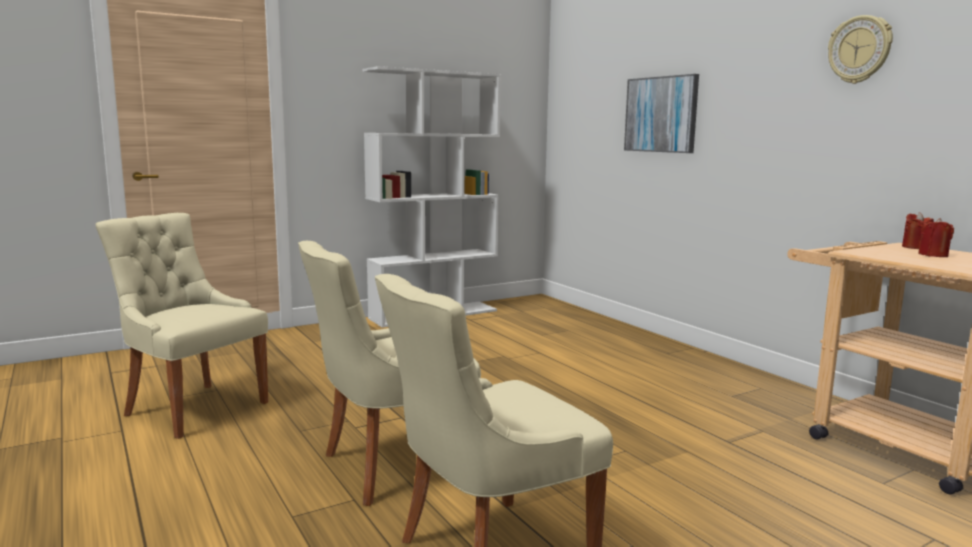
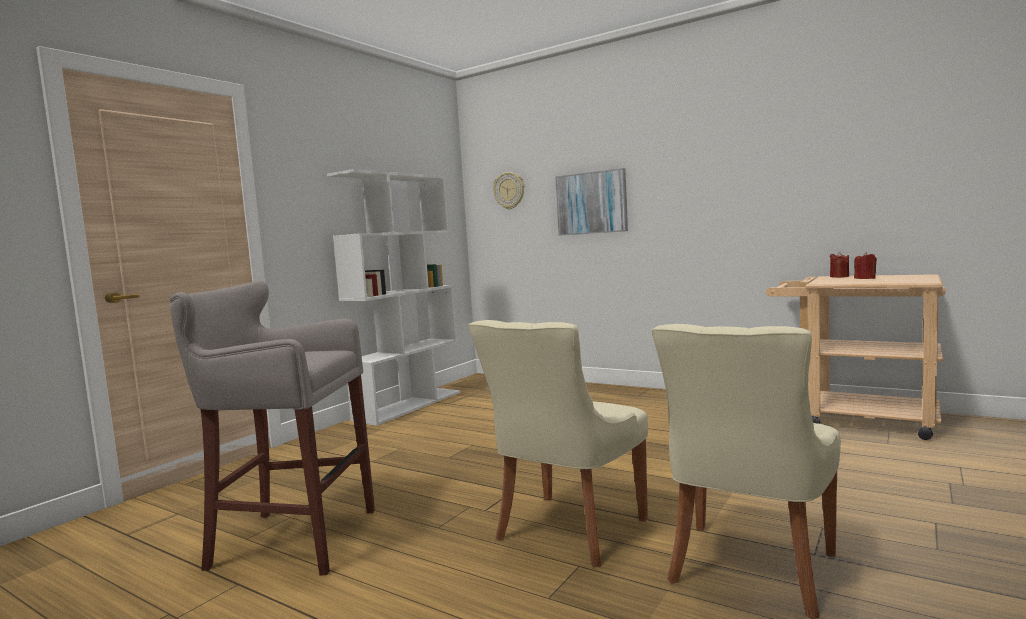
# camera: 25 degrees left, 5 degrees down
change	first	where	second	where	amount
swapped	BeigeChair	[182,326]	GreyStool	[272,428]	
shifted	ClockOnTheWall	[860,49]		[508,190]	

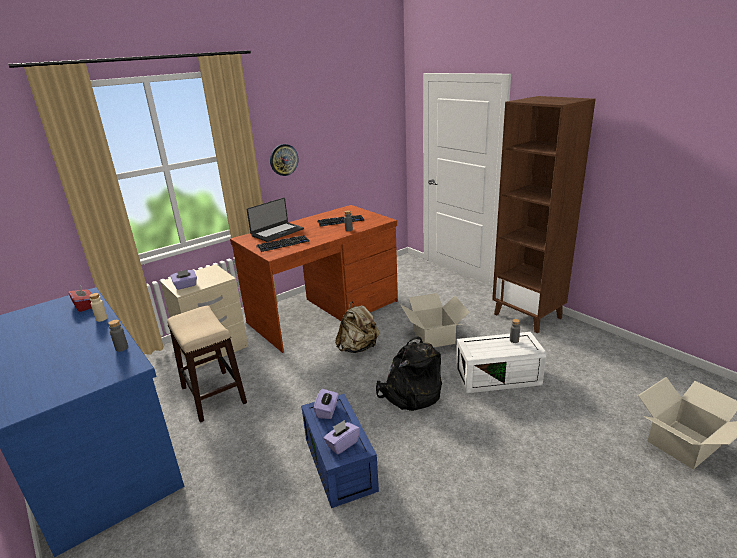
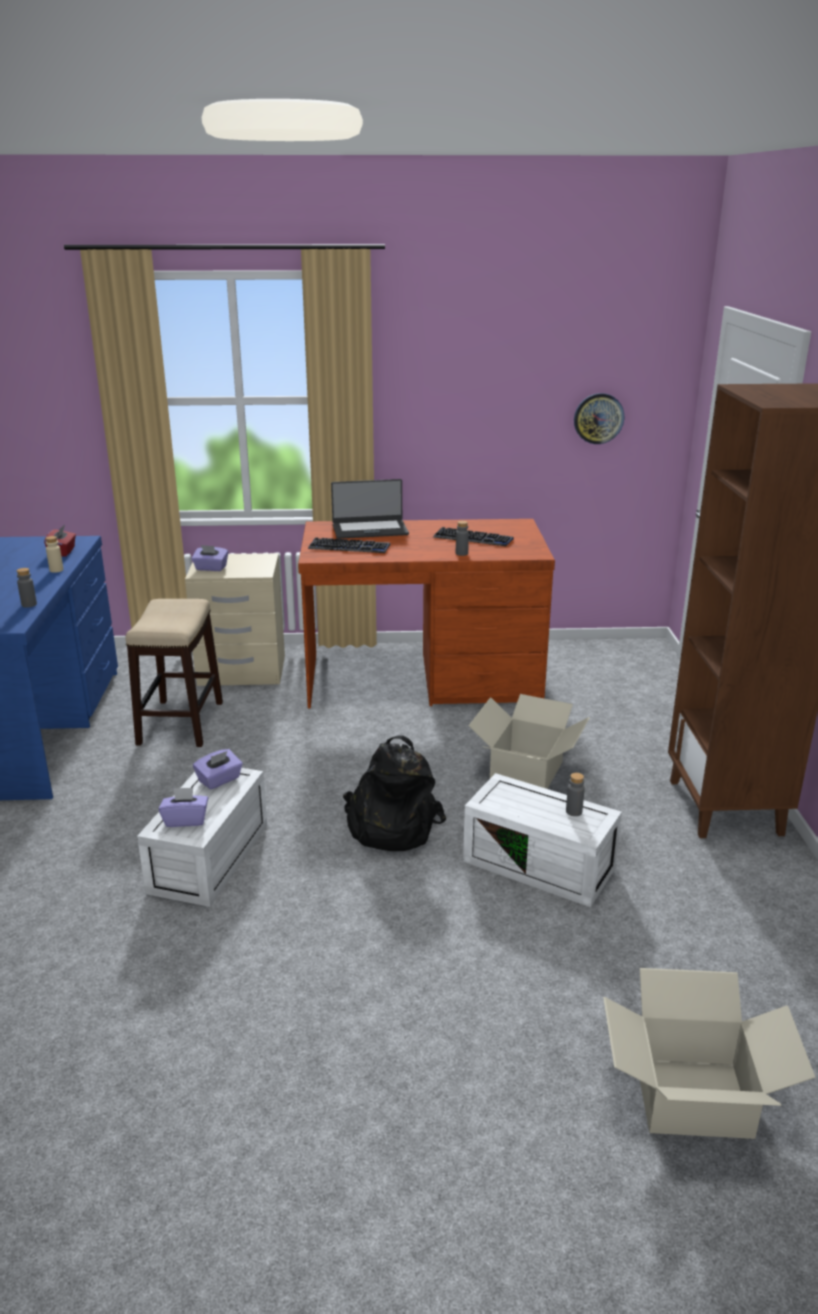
# camera: 35 degrees right, 0 degrees up
change	first	where	second	where	amount
shifted	ClockOnTheWall	[284,160]		[599,418]	
repainted	BluishStorageBin	[340,451]	WhiteStorageBin	[202,837]	
gone	BeigeRucksack	[357,327]			

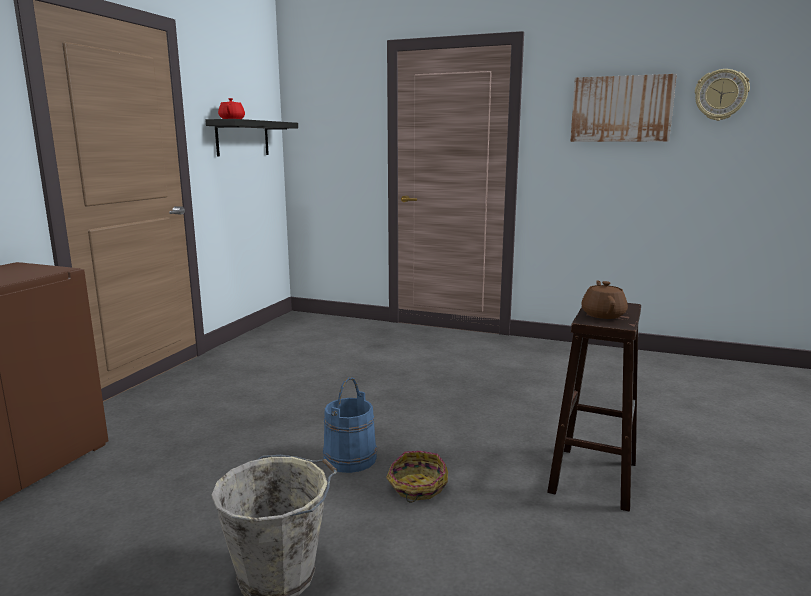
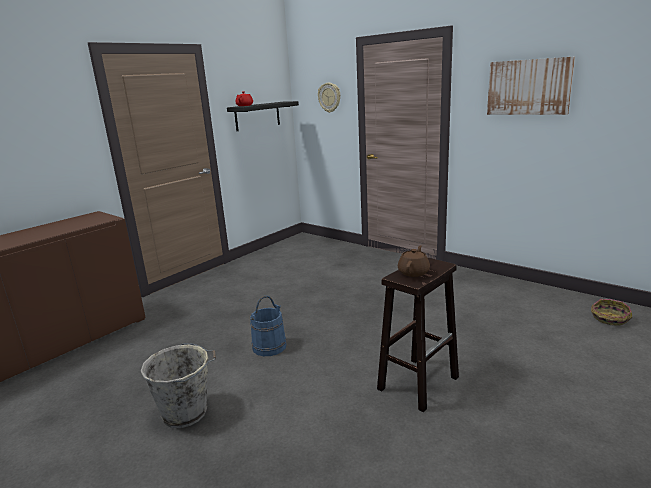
# camera: 20 degrees right, 5 degrees up
change	first	where	second	where	amount
shifted	StorageBasket	[417,476]		[611,312]	
shifted	ClockOnTheWall	[722,95]		[329,98]	

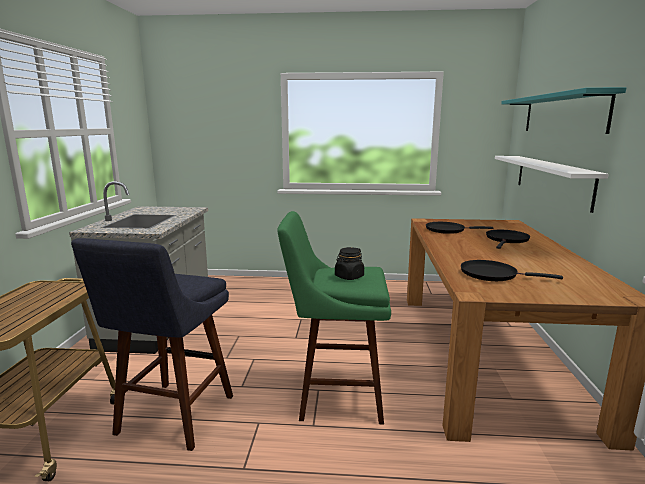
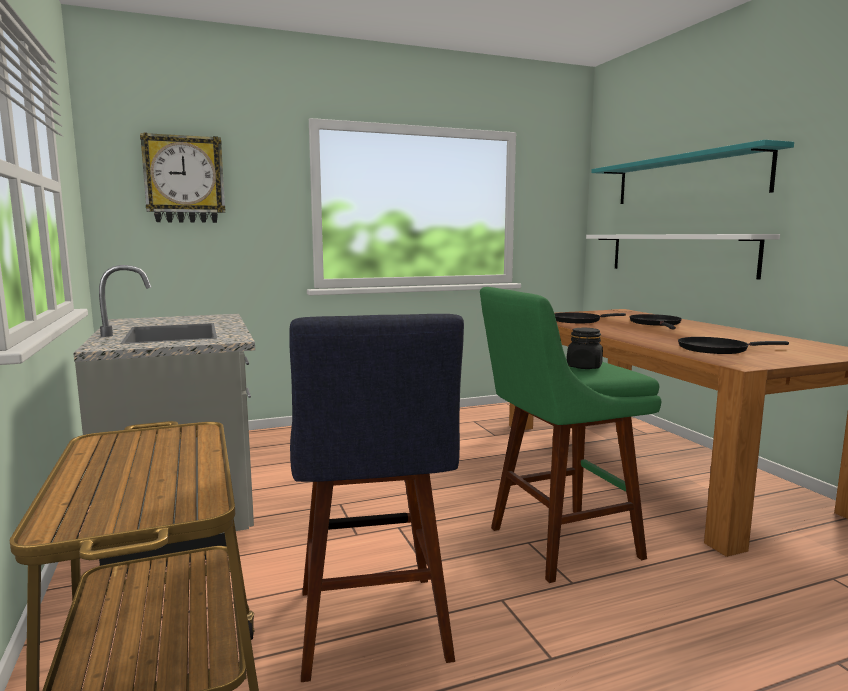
# camera: 25 degrees left, 5 degrees down
change	first	where	second	where	amount
new			ClockOnTheWall	[182,177]	

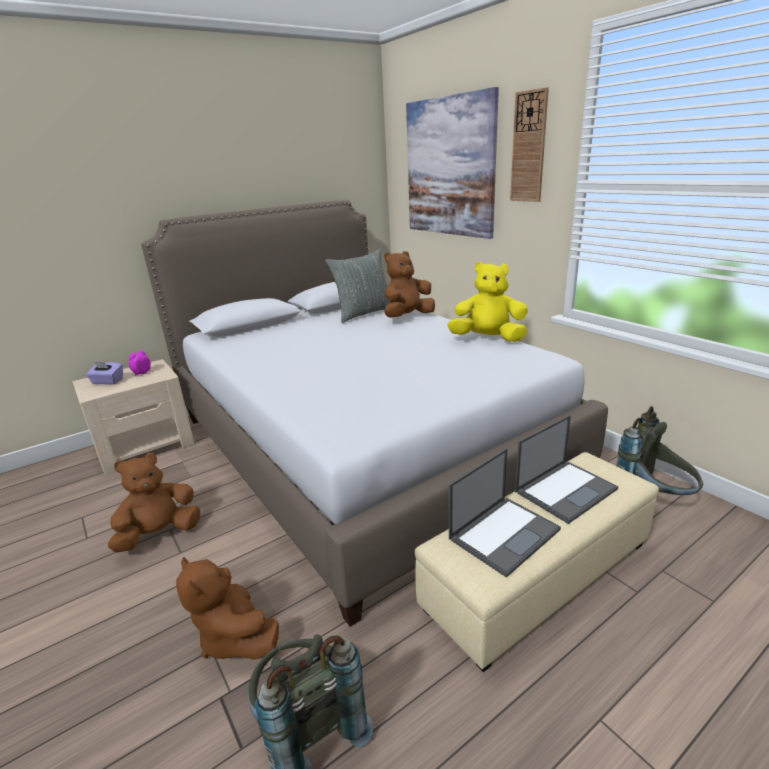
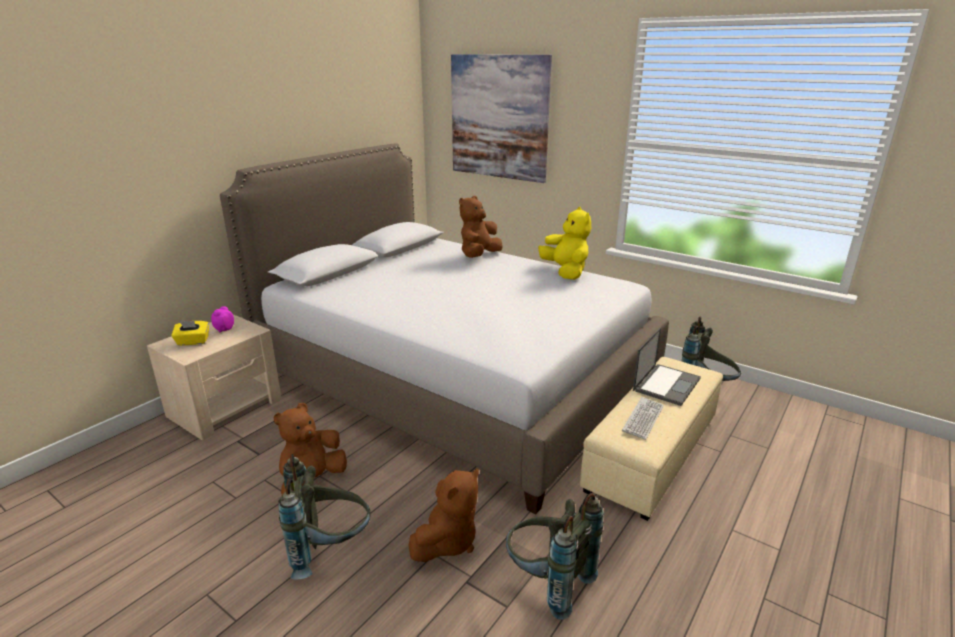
# camera: 20 degrees left, 0 degrees up
change	first	where	second	where	amount
repainted	PurpleColouredTissueHolder	[104,373]	YellowTissueHolder	[190,333]	
rotated	BrownPlushToy	[227,608]		[443,515]	90 degrees counterclockwise
gone	GreyCushion	[357,286]			
rotated	YellowPlushToy	[487,302]		[564,243]	75 degrees clockwise
swapped	PortableComputer	[505,513]	Keyboard	[643,418]	
gone	ClockOnTheWall	[529,144]			
new			GreyRucksack	[324,517]	

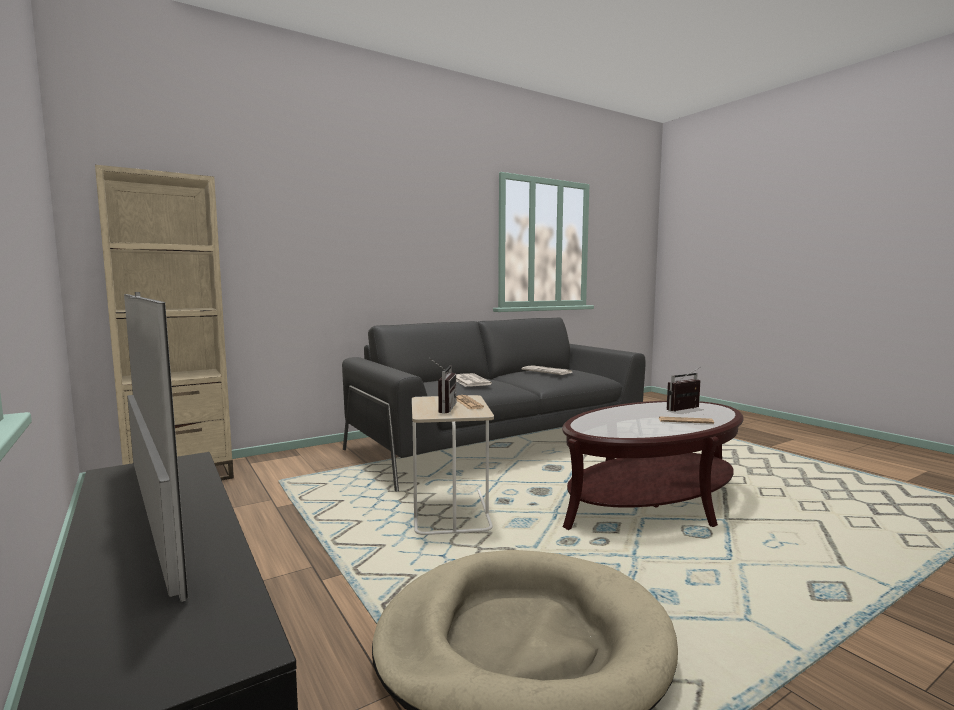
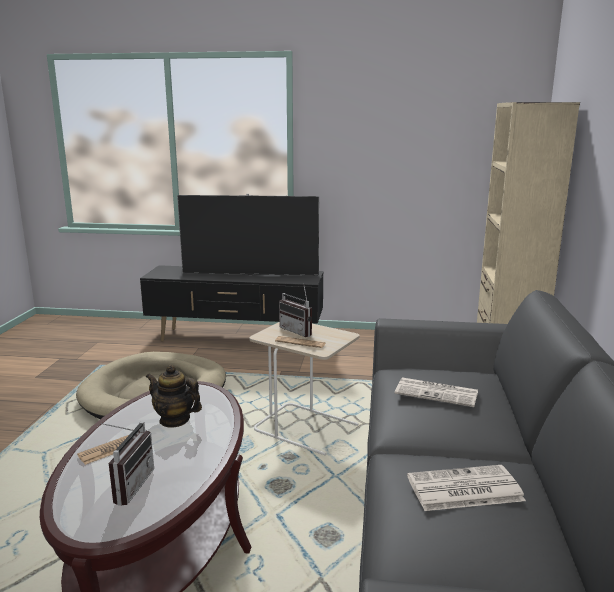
# camera: 130 degrees right, 10 degrees up
change	first	where	second	where	amount
new			TeaPot	[174,396]	

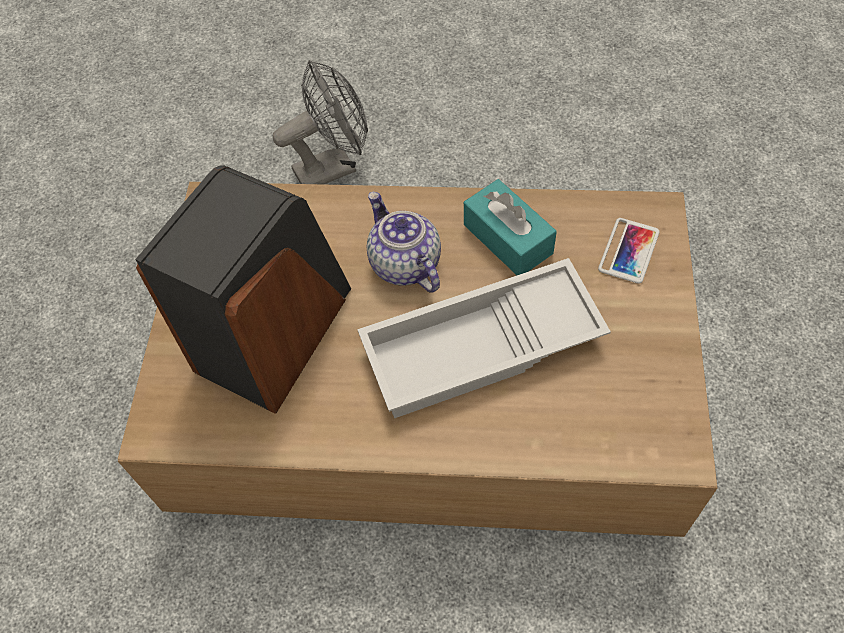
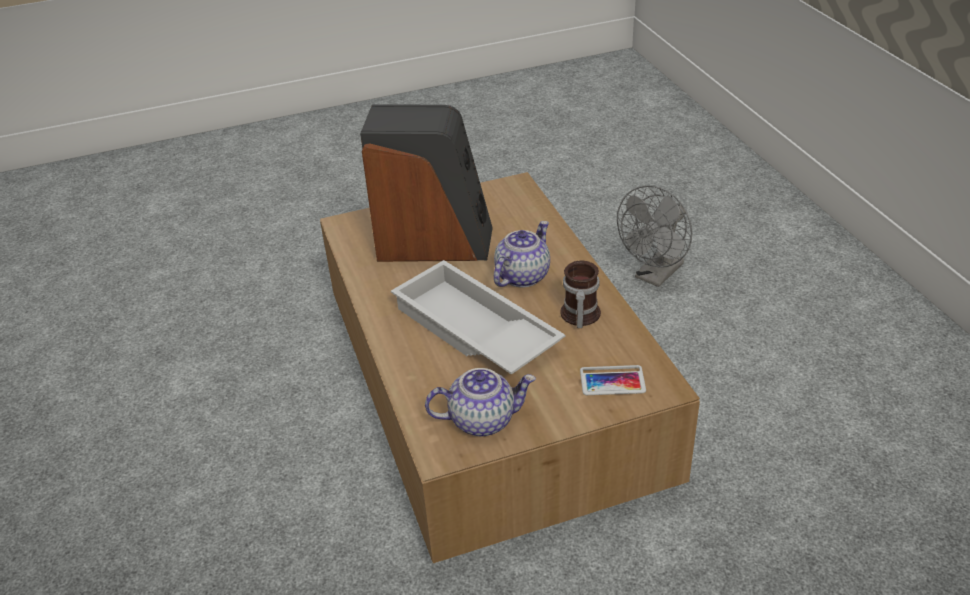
# camera: 65 degrees right, 20 degrees down
change	first	where	second	where	amount
rotated	GreyElectricFan	[320,122]		[654,236]	90 degrees clockwise
swapped	TurquoiseColouredTissueHolder	[510,227]	TeaMug	[580,294]	
new			TeaPot	[480,402]	

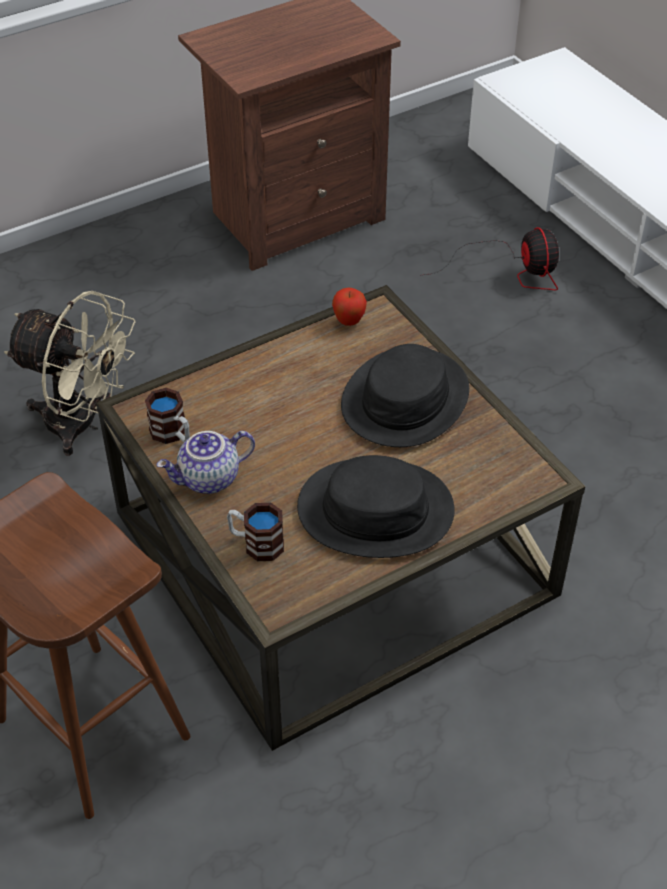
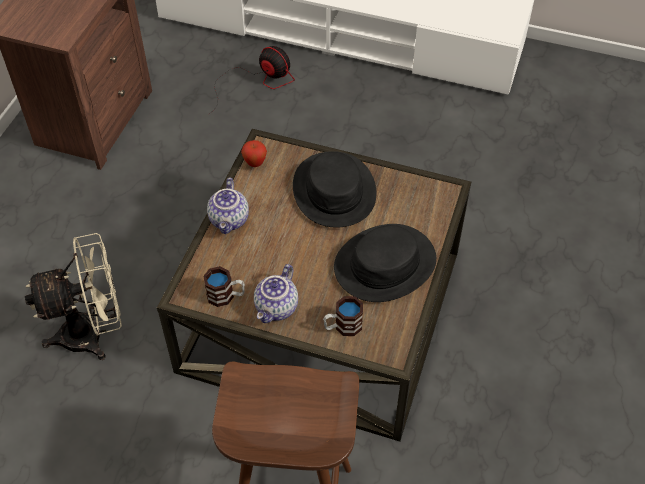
# camera: 40 degrees left, 5 degrees up
change	first	where	second	where	amount
new			TeaPot	[228,205]	

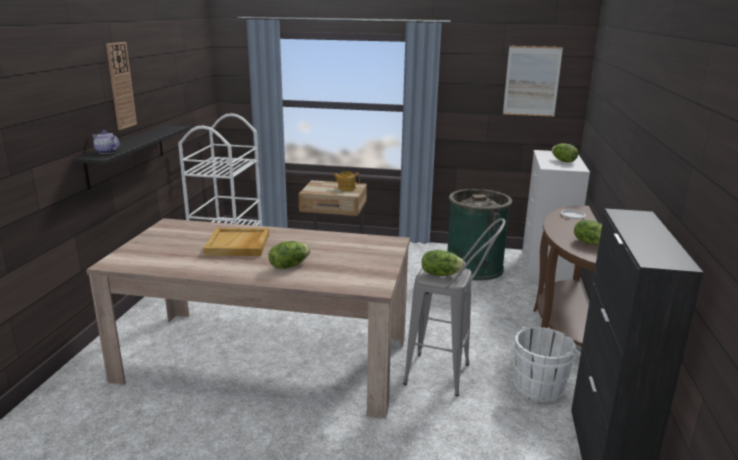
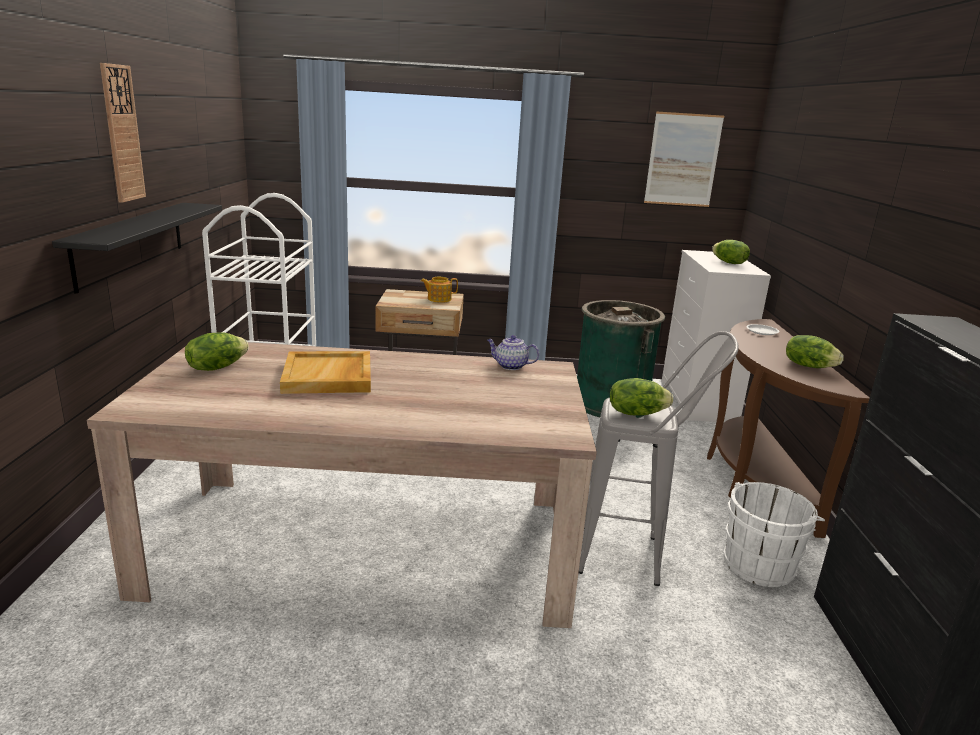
# camera: 10 degrees left, 0 degrees up
change	first	where	second	where	amount
shifted	TeaPot	[106,142]		[513,352]	
shifted	HeadOfLettuce	[289,255]		[217,351]	

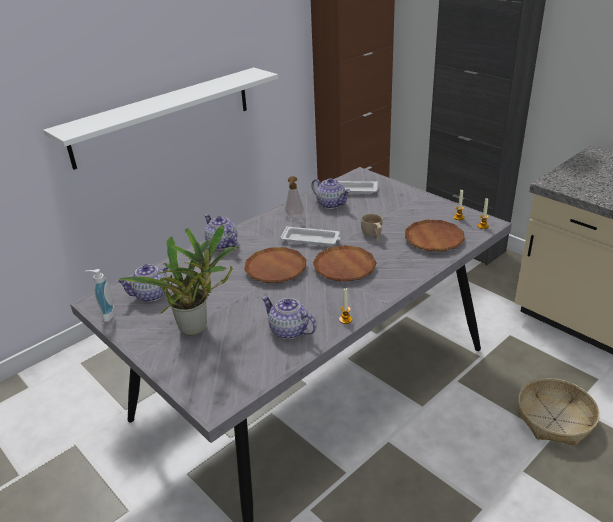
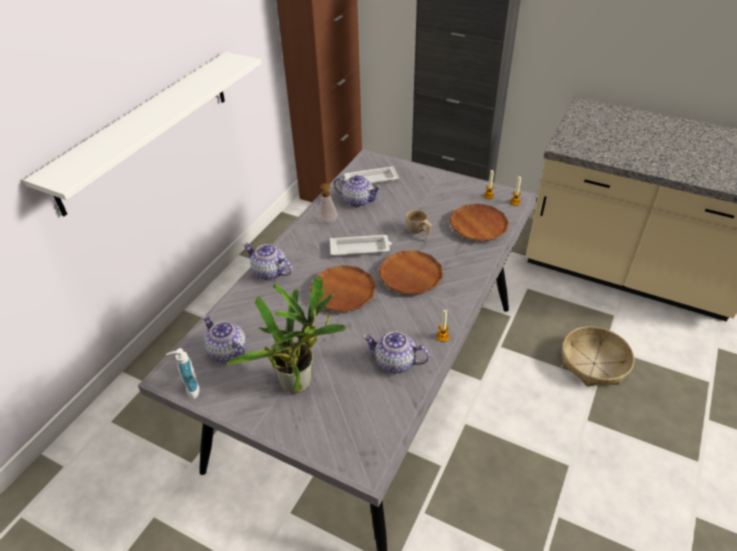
# camera: 20 degrees left, 10 degrees up
change	first	where	second	where	amount
rotated	TeaPot	[144,283]		[224,338]	90 degrees clockwise

